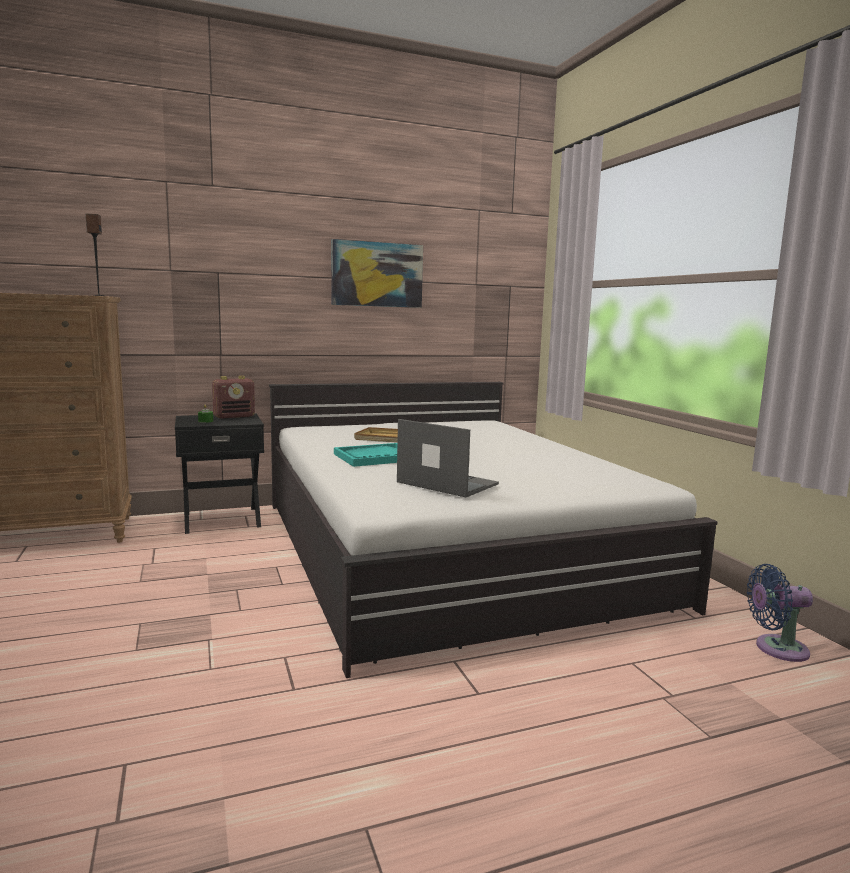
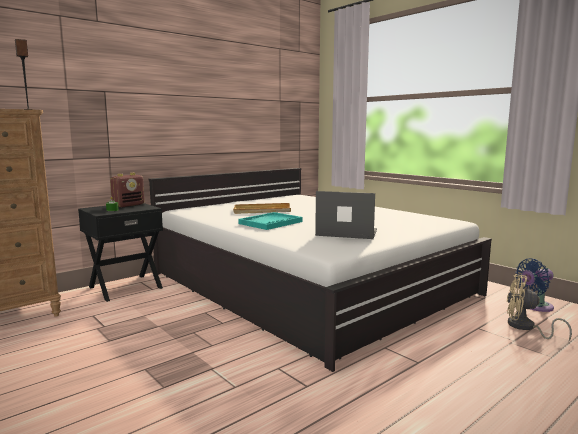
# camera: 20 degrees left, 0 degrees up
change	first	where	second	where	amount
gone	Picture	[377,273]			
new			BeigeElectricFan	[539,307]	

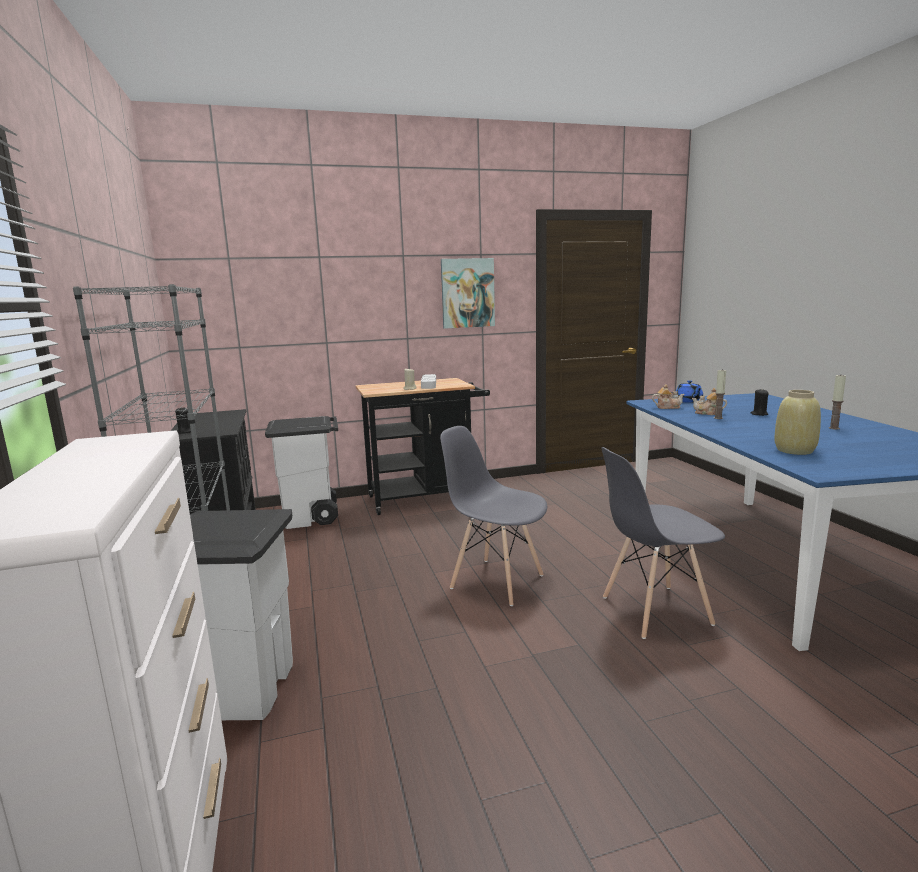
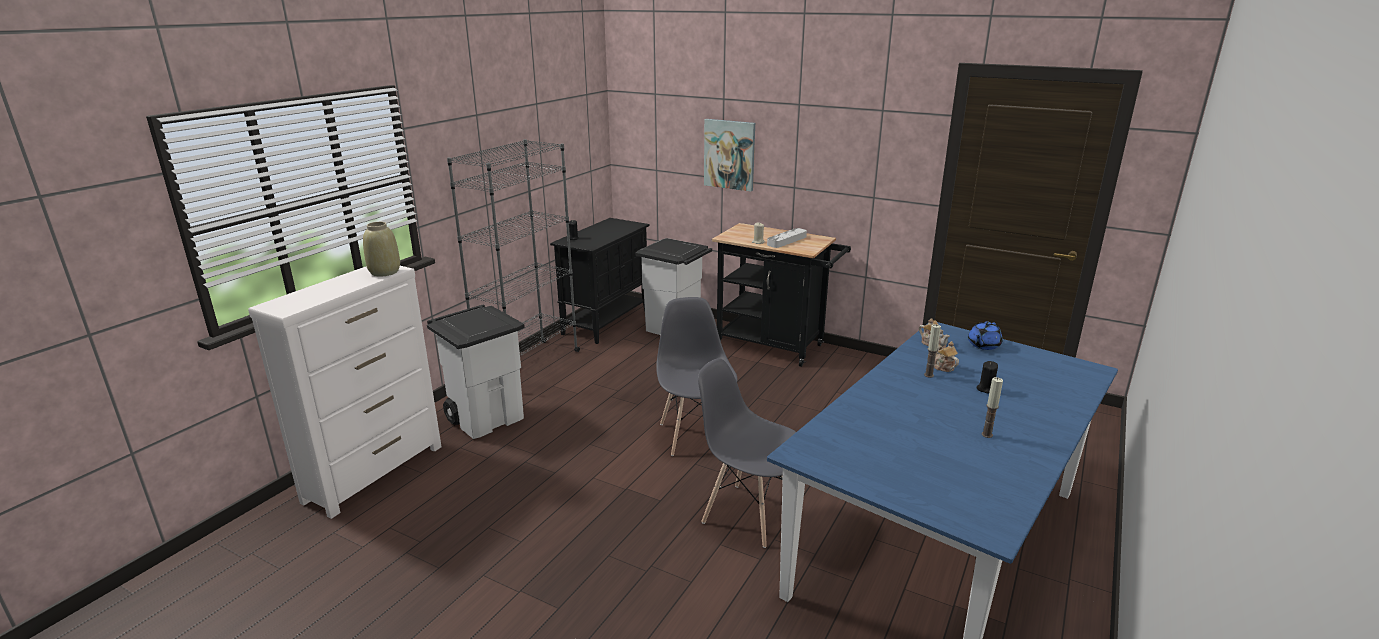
# camera: 45 degrees right, 10 degrees up
change	first	where	second	where	amount
shifted	Picture	[468,293]		[729,155]	
shifted	BeigeFlowerVase	[797,422]		[381,249]	

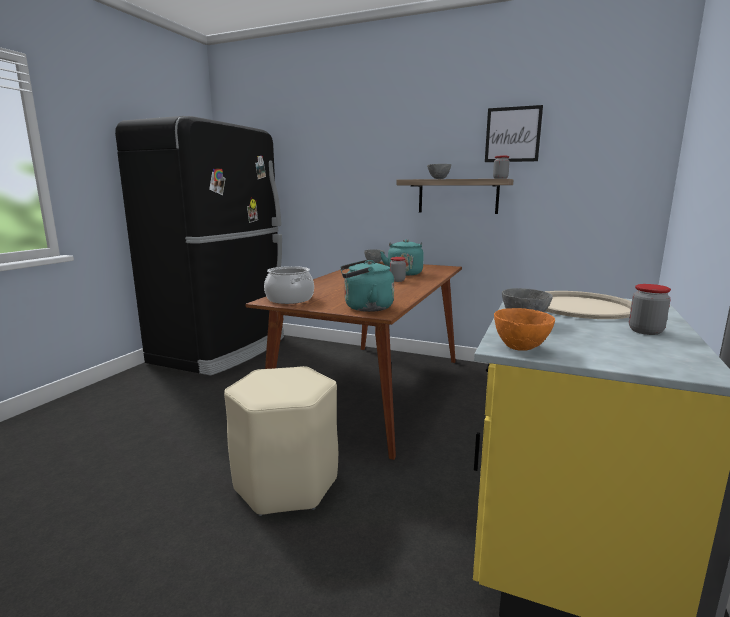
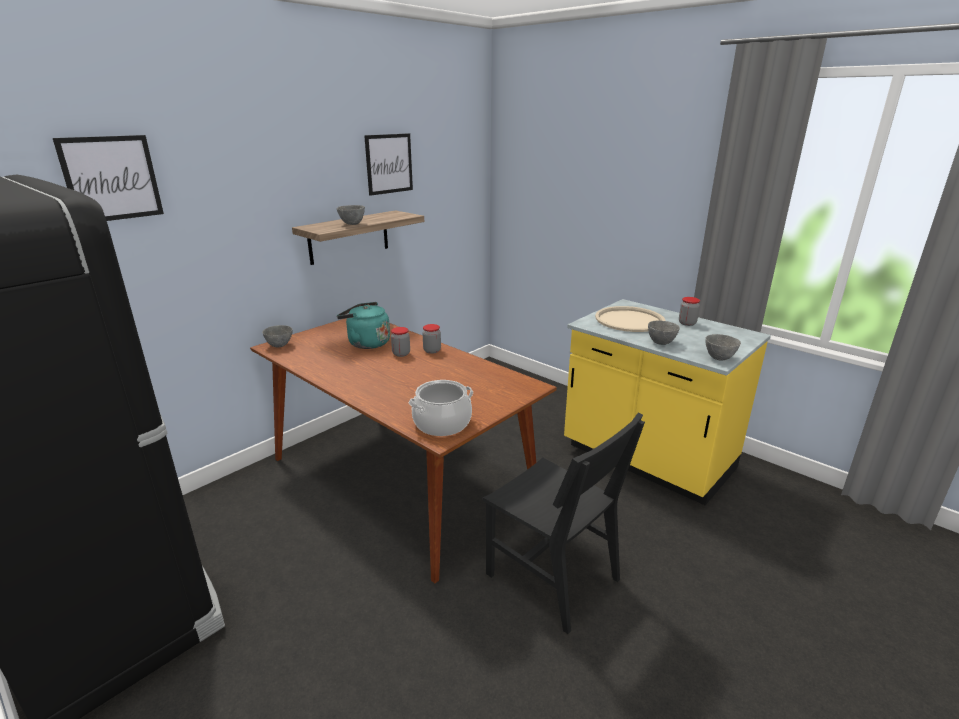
# camera: 70 degrees left, 10 degrees up
change	first	where	second	where	amount
swapped	BeigeStool	[281,441]	BlackColouredChair	[563,523]	
gone	TurquoiseColouredTeaKettle	[367,286]			
shifted	PreserveJar	[501,167]		[431,339]	
repainted	OrangeColouredServingBowl	[524,329]	GreyServingBowl	[723,347]	
new			Picture	[108,178]	

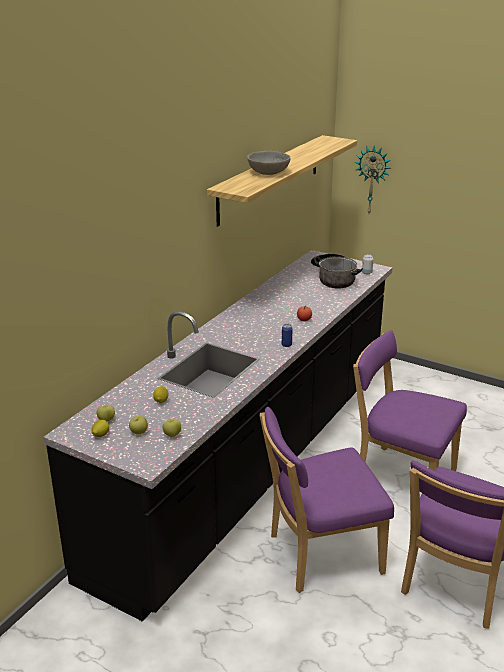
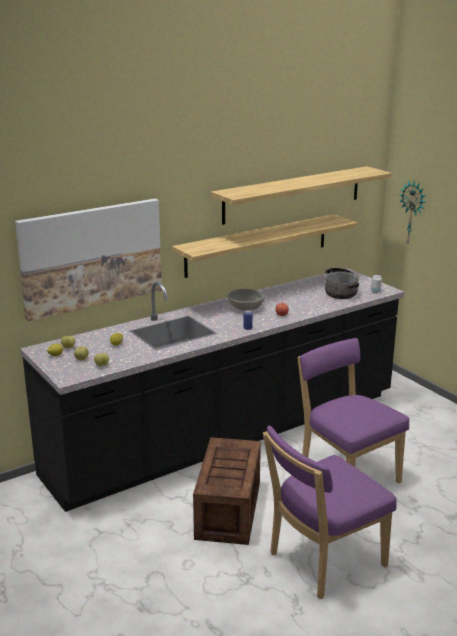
# camera: 25 degrees right, 5 degrees down
change	first	where	second	where	amount
shifted	GreyServingBowl	[269,163]		[246,300]	
swapped	PurpleColouredChair	[327,500]	Crate	[227,491]	
new			Picture	[88,260]	
new			WallShelf	[264,246]	

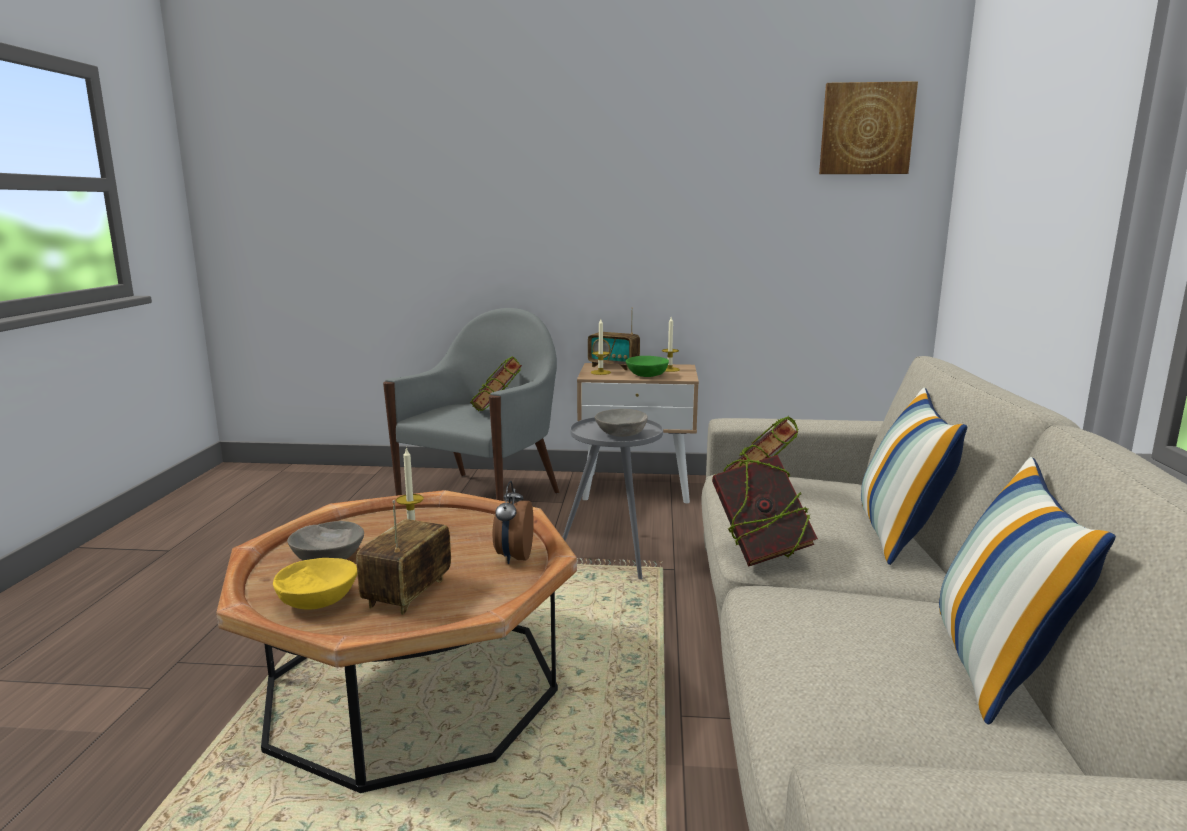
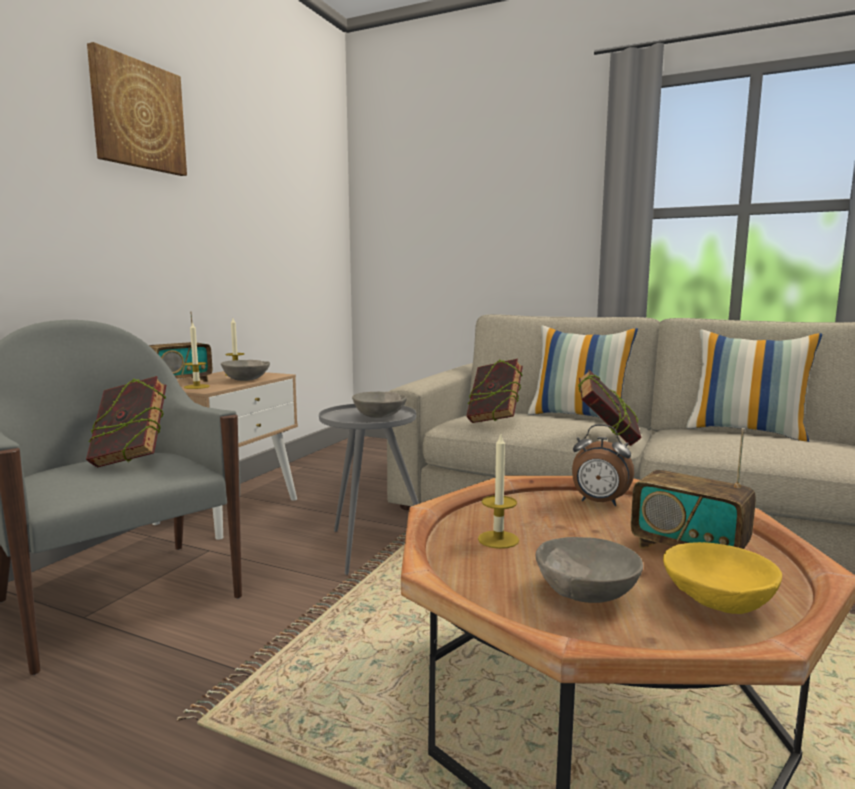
# camera: 70 degrees left, 5 degrees down
change	first	where	second	where	amount
repainted	GreenColouredServingBowl	[647,366]	GreyServingBowl	[245,370]	
shifted	Picture	[868,127]		[137,109]	

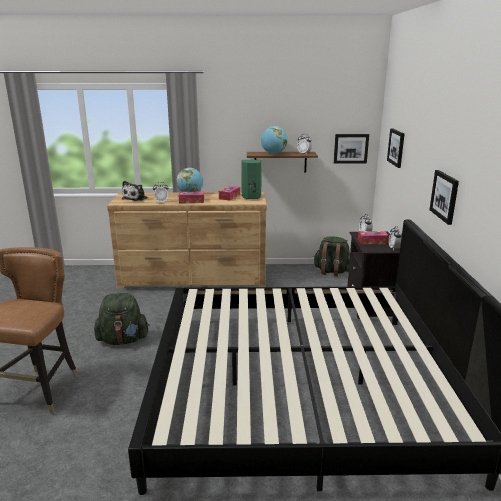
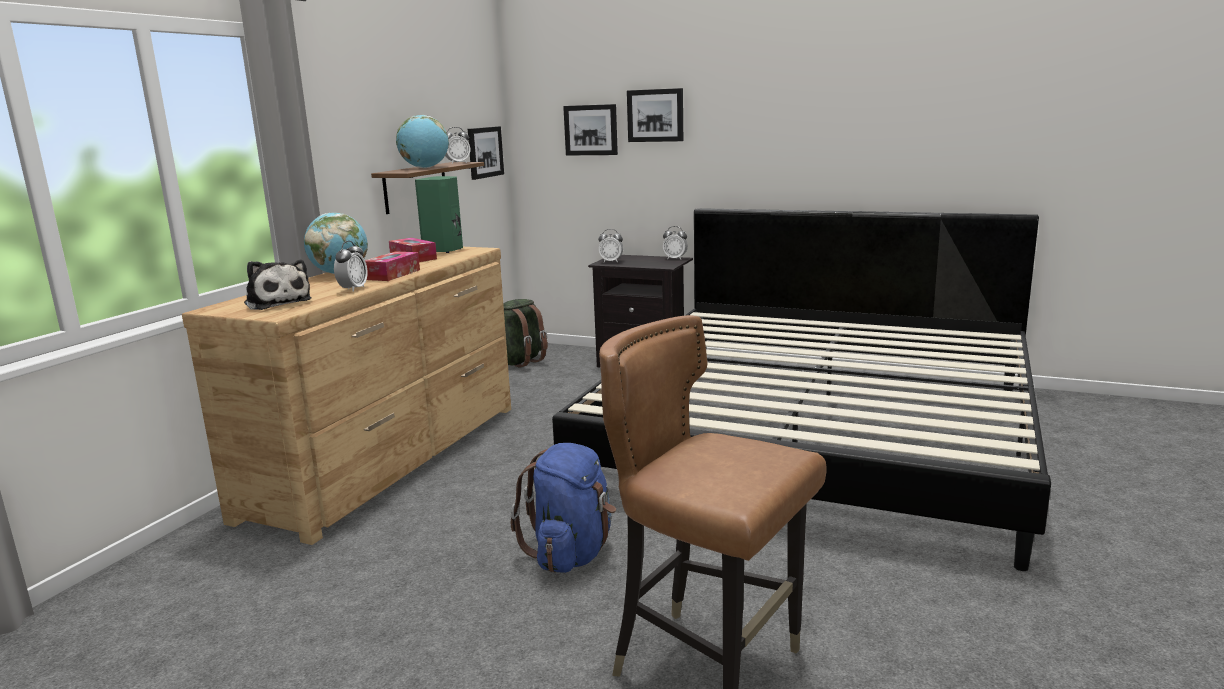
# camera: 65 degrees left, 5 degrees down
change	first	where	second	where	amount
repainted	GreenColouredRucksack	[121,319]	BluishRucksack	[563,508]	
gone	TissueHolder	[373,237]			
shifted	Picture	[444,197]		[655,115]	

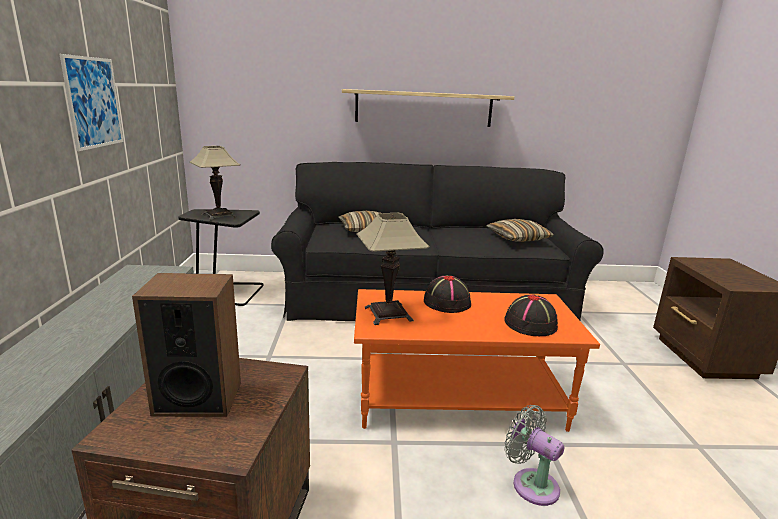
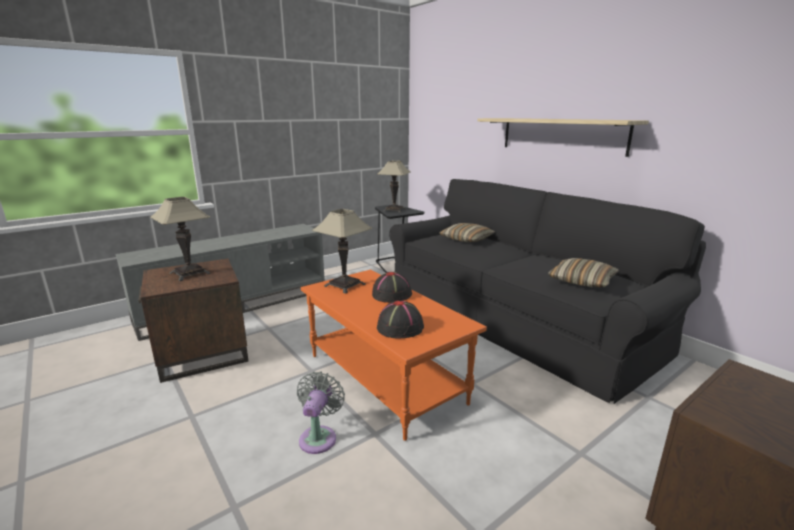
# camera: 55 degrees right, 0 degrees up
change	first	where	second	where	amount
gone	Picture	[91,102]			
swapped	Loudspeaker	[186,345]	TableLamp	[180,239]	

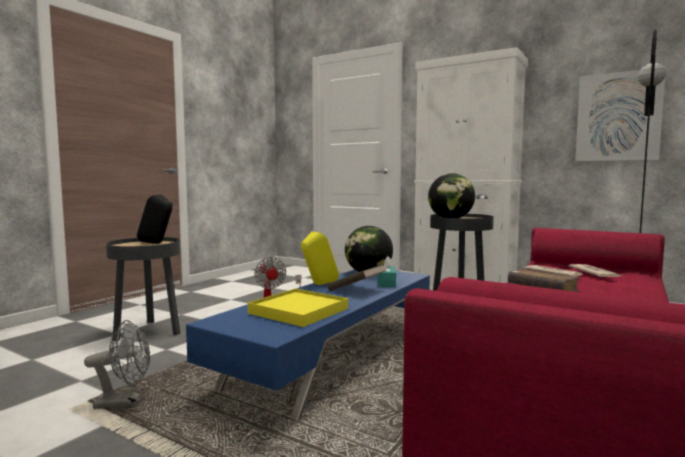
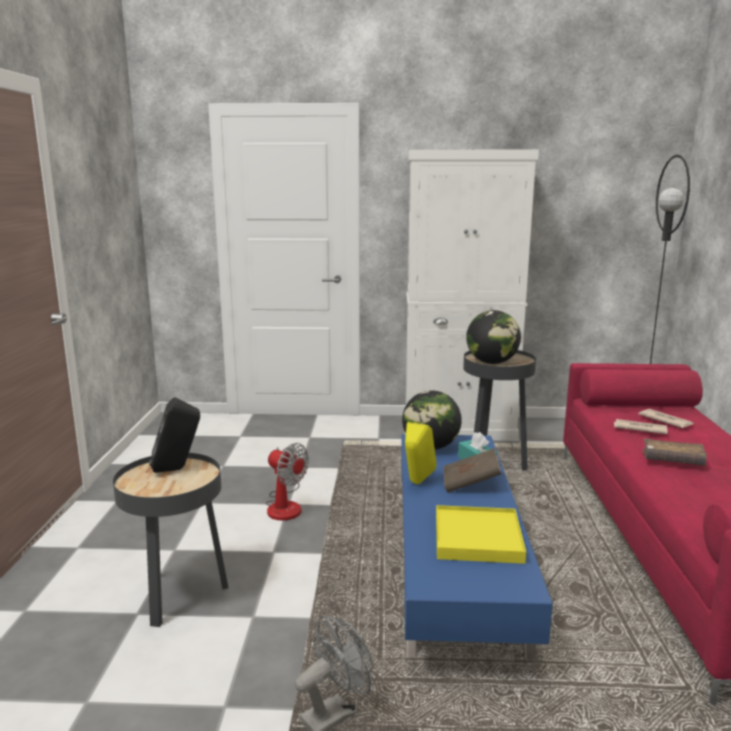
# camera: 30 degrees left, 10 degrees up
change	first	where	second	where	amount
gone	Picture	[620,114]			

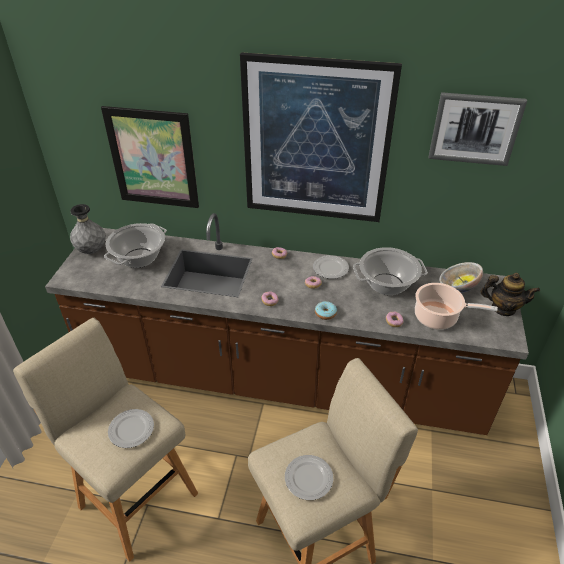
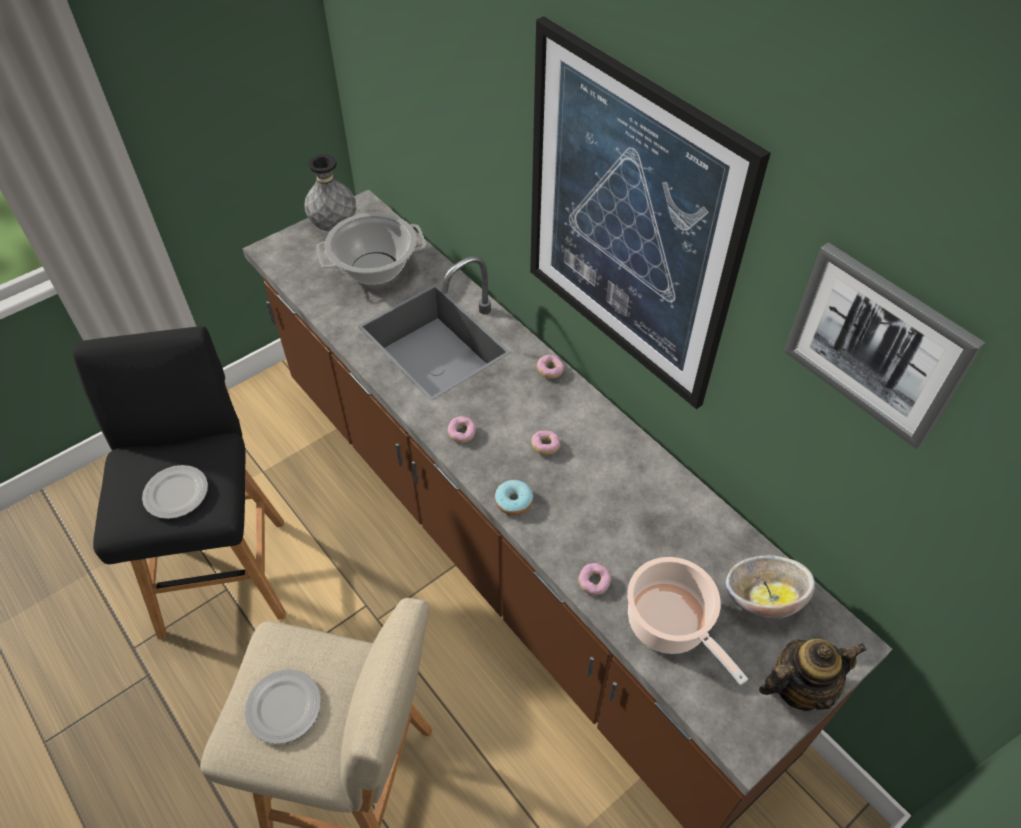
# camera: 40 degrees right, 10 degrees up
change	first	where	second	where	amount
repainted	BeigeStool	[105,440]	BlackColouredStool	[179,482]	
gone	Picture	[150,157]			
gone	FlatDish	[331,267]			
gone	CookingPot	[390,271]			
rotated	TeaPot	[510,294]		[813,675]	75 degrees counterclockwise

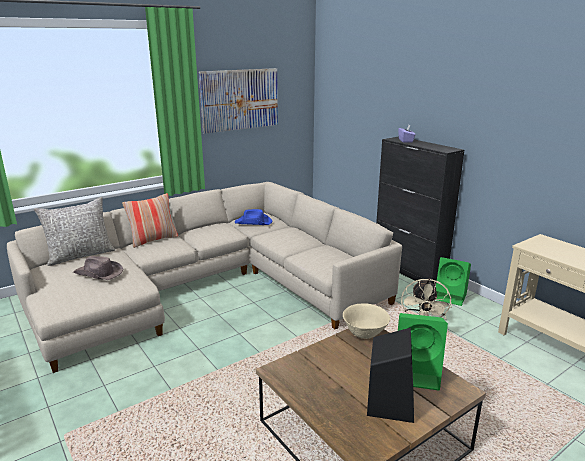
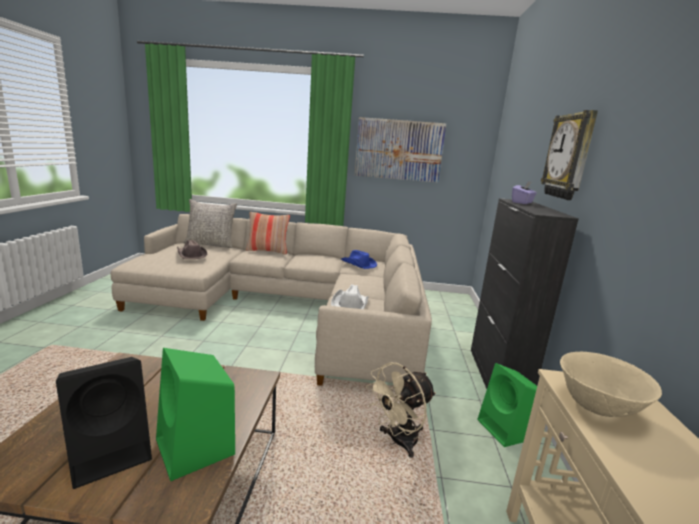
# camera: 40 degrees right, 5 degrees down
change	first	where	second	where	amount
shifted	BeigeServingBowl	[366,321]		[611,384]	
new			WhiteClothingHat	[350,296]	
new			ClockOnTheWall	[569,155]	

